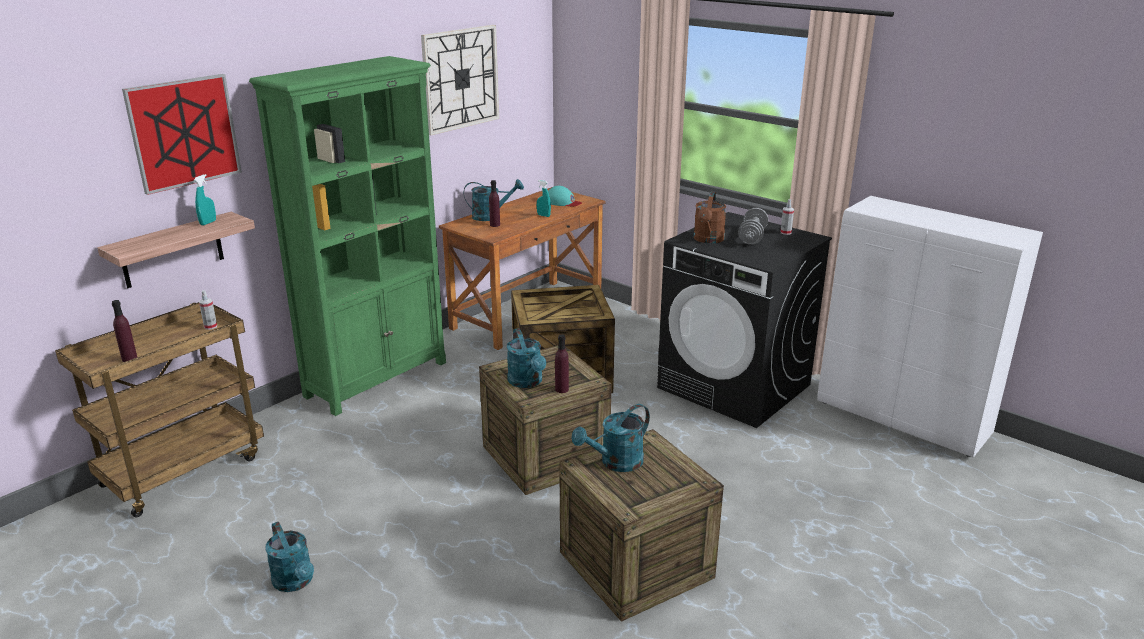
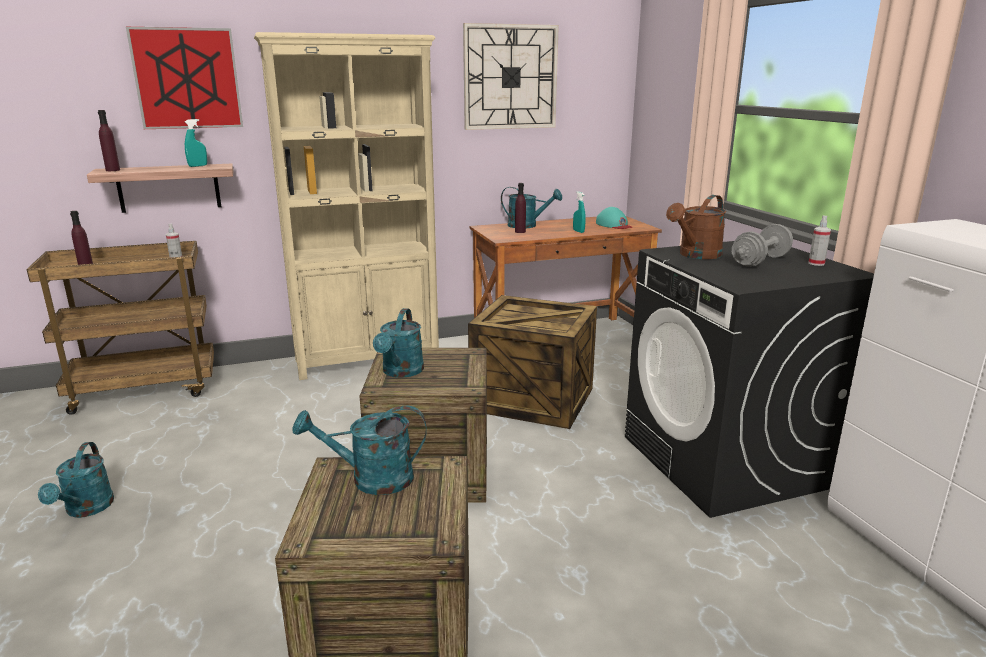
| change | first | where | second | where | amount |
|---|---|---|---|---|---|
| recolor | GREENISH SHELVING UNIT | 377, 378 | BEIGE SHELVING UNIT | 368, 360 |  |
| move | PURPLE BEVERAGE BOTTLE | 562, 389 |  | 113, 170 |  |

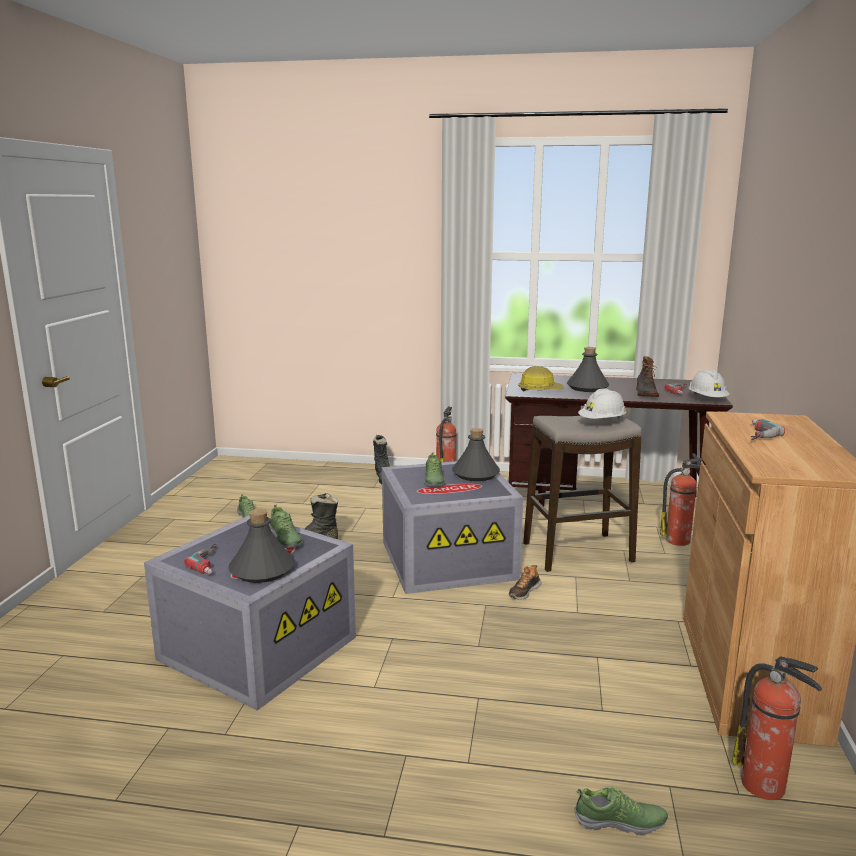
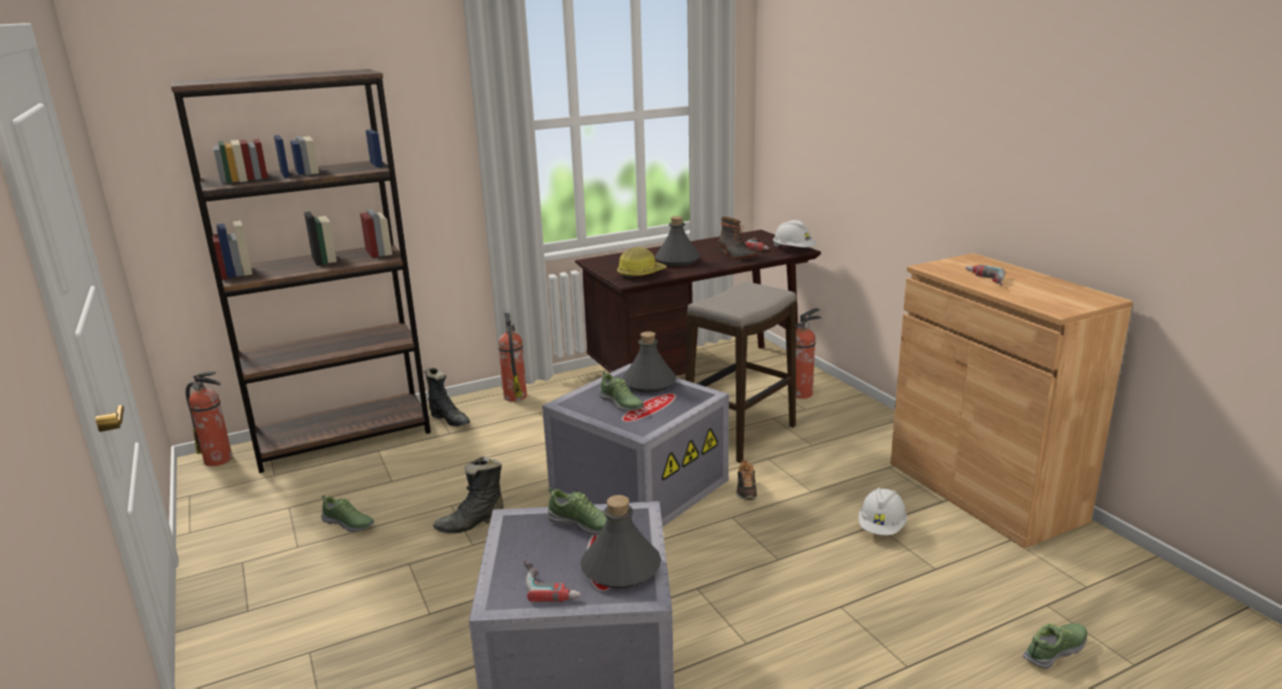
| change | first | where | second | where | amount |
|---|---|---|---|---|---|
| move | WHITE-COLOURED SAFETY HELMET | 602, 422 |  | 881, 527 |  |
| move | EXTINGUISHER | 765, 786 |  | 219, 460 |  |
| insert |  |  | BROWNISH SHELVING UNIT | 343, 438 |  |

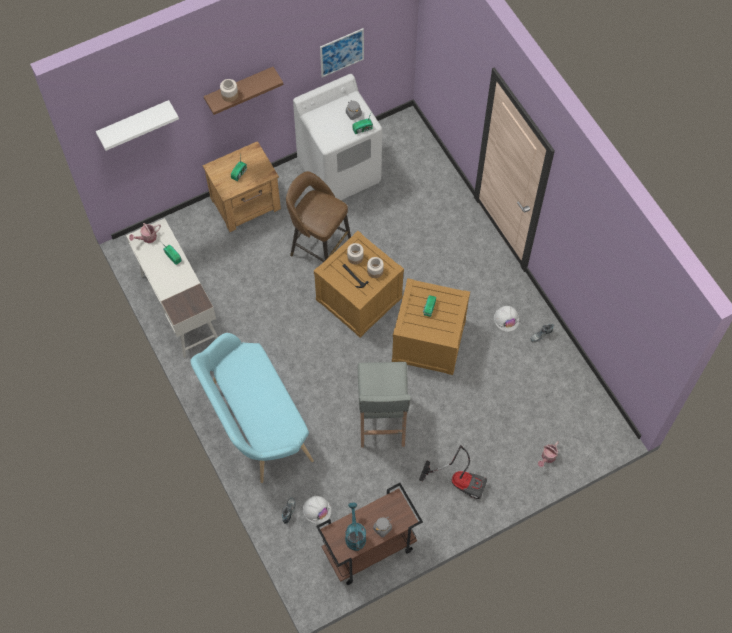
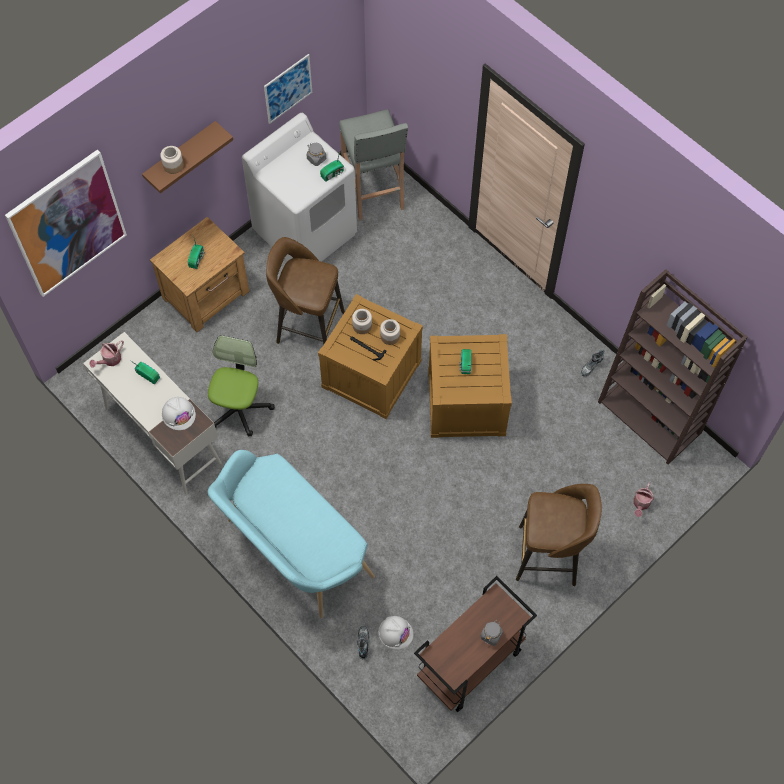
| change | first | where | second | where | amount |
|---|---|---|---|---|---|
| replace | WHITE-COLOURED WALL SHELF | 134, 123 | WALL PICTURE | 67, 224 |  |
| move | WHITE-COLOURED SAFETY HELMET | 506, 319 |  | 178, 414 |  |
| move | GRAY STOOL | 382, 422 |  | 374, 192 |  |
| replace | HOOVER | 459, 480 | BROWNISH STOOL | 550, 556 |  |
| delete | TURQUOISE-COLOURED WATERING POT | 355, 535 |  |  |  |
| insert |  |  | BROWNISH SHELVING UNIT | 650, 417 |  |
| insert |  |  | COMPUTER CHAIR | 239, 408 |  |

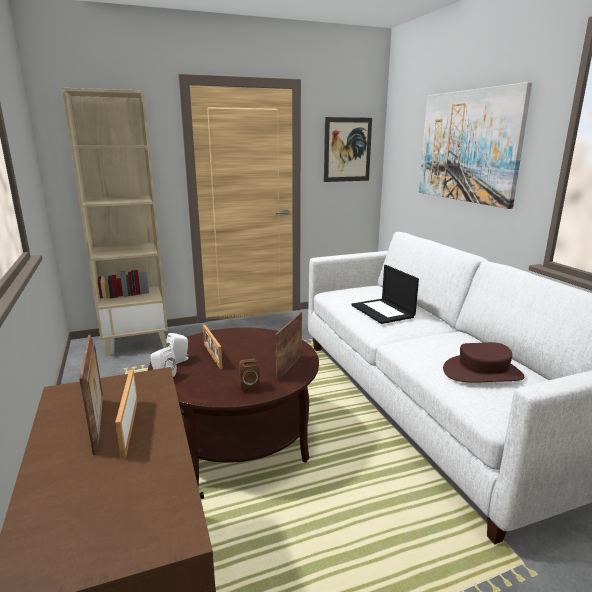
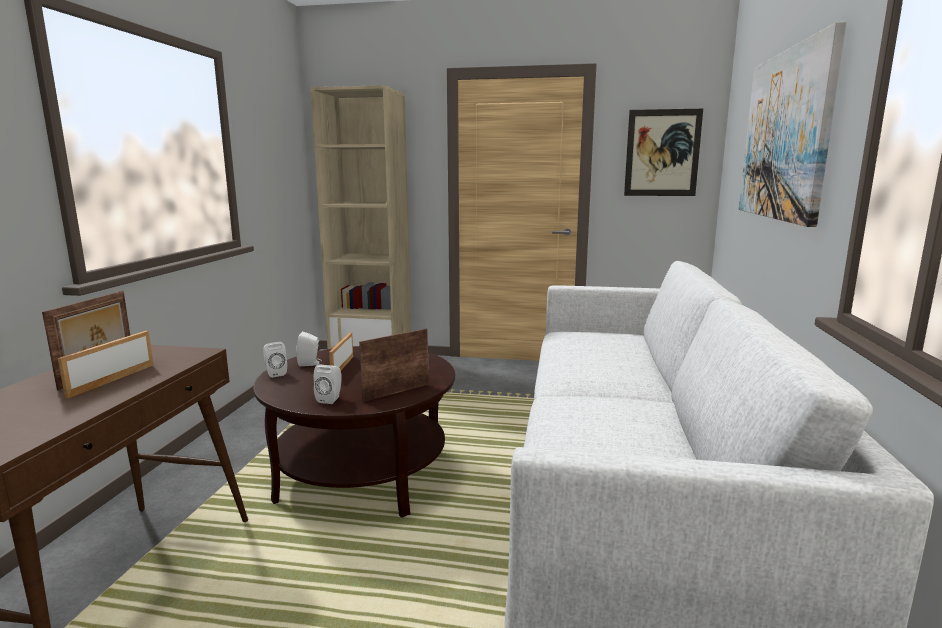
| change | first | where | second | where | amount |
|---|---|---|---|---|---|
| delete | PORTABLE COMPUTER | 383, 311 |  |  |  |
| delete | BROWNISH HAT | 482, 373 |  |  |  |
| recolor | BROWNISH LOUDSPEAKER | 248, 386 | WHITE-COLOURED LOUDSPEAKER | 330, 399 |  |

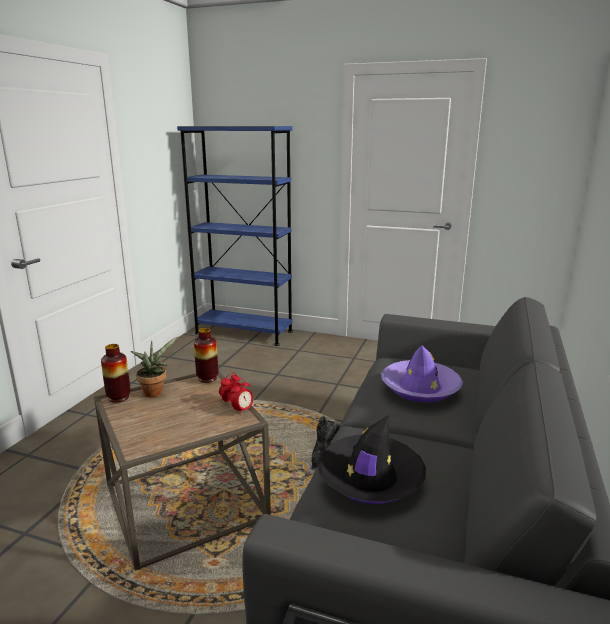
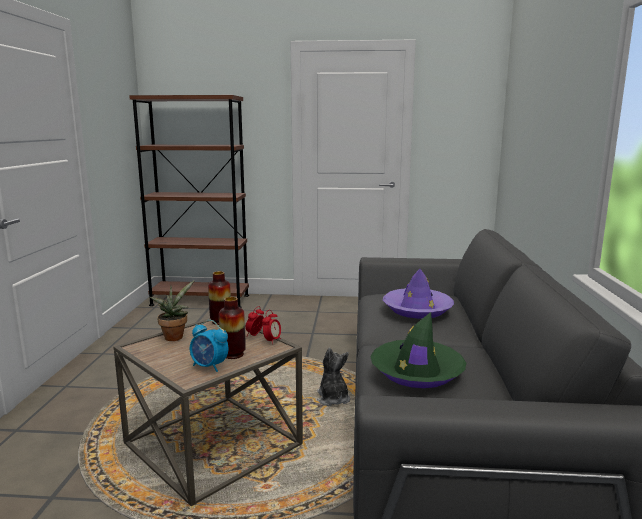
| change | first | where | second | where | amount |
|---|---|---|---|---|---|
| recolor | BLUE SHELVING UNIT | 243, 332 | BROWNISH SHELVING UNIT | 200, 300 |  |
| move | VASE | 118, 397 |  | 233, 354 |  |
| recolor | BLACKISH HAT | 370, 478 | GREENISH HAT | 417, 372 |  |
| insert |  |  | ALARM CLOCK | 209, 366 |  |

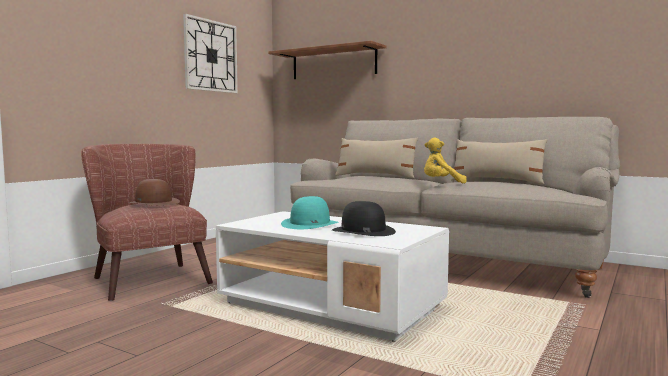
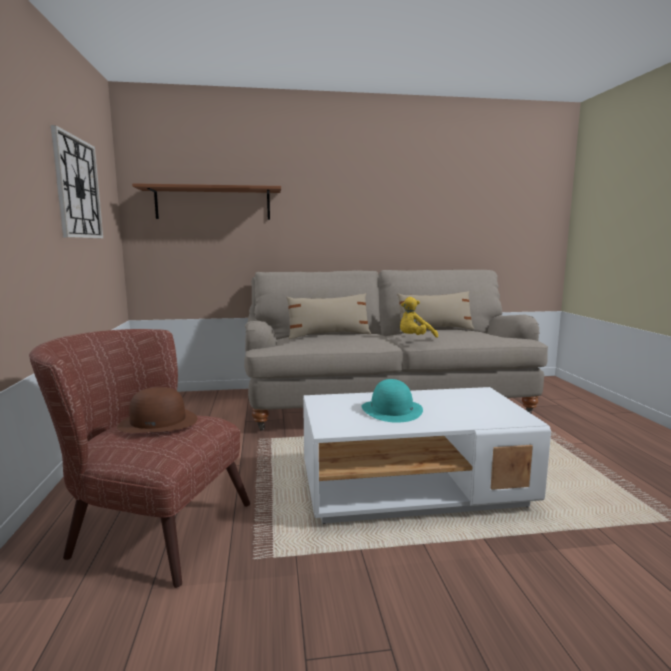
| change | first | where | second | where | amount |
|---|---|---|---|---|---|
| delete | BLACKISH HAT | 363, 231 |  |  |  |

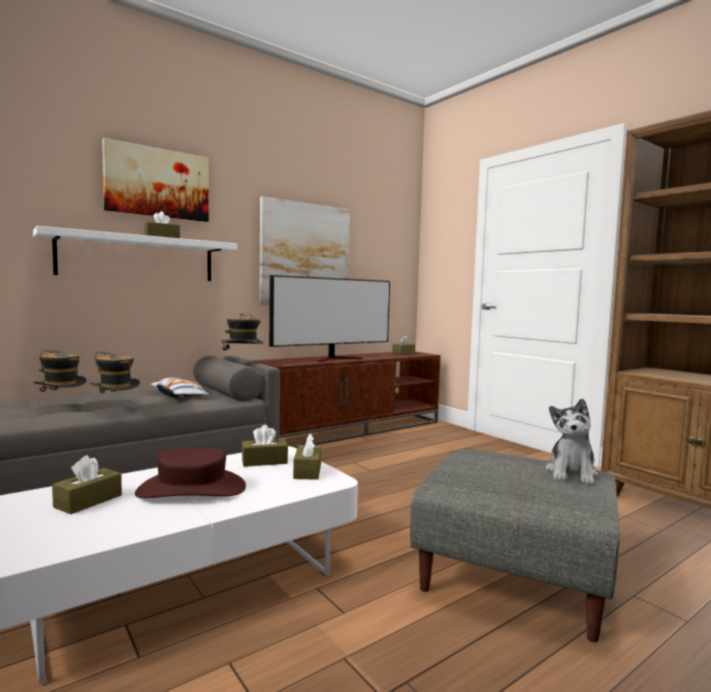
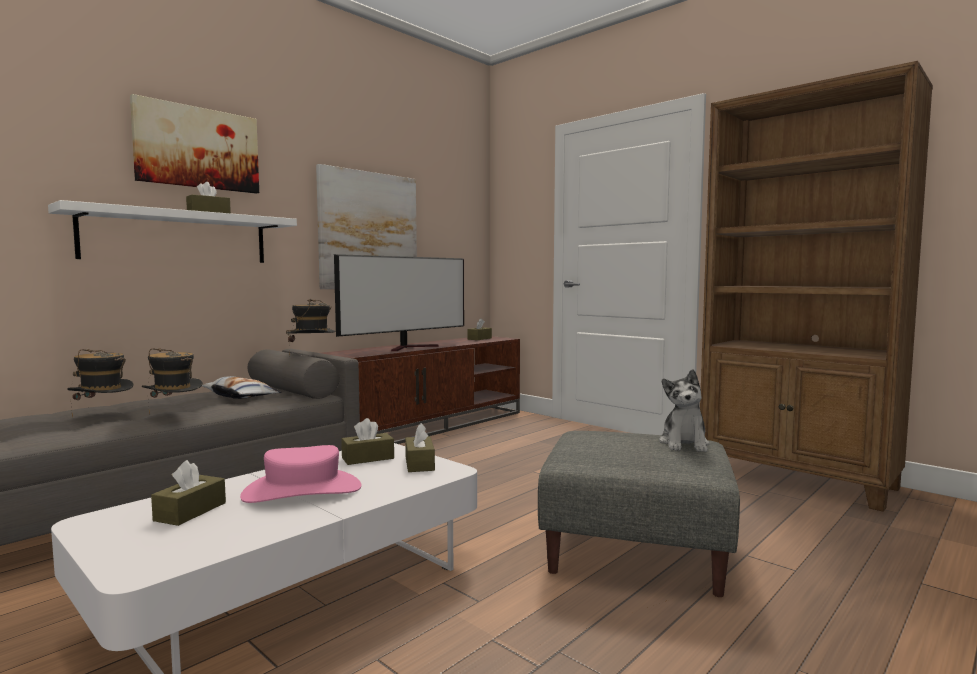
| change | first | where | second | where | amount |
|---|---|---|---|---|---|
| recolor | BROWNISH HAT | 192, 489 | PINK HAT | 302, 490 |  |

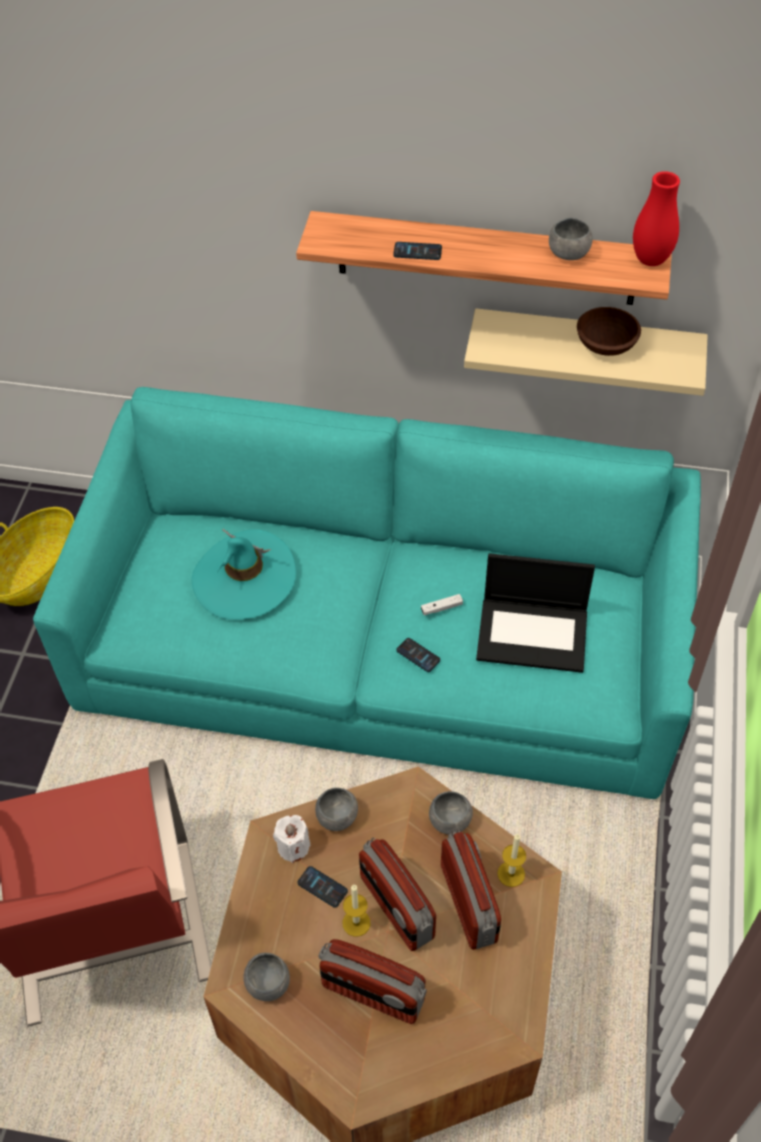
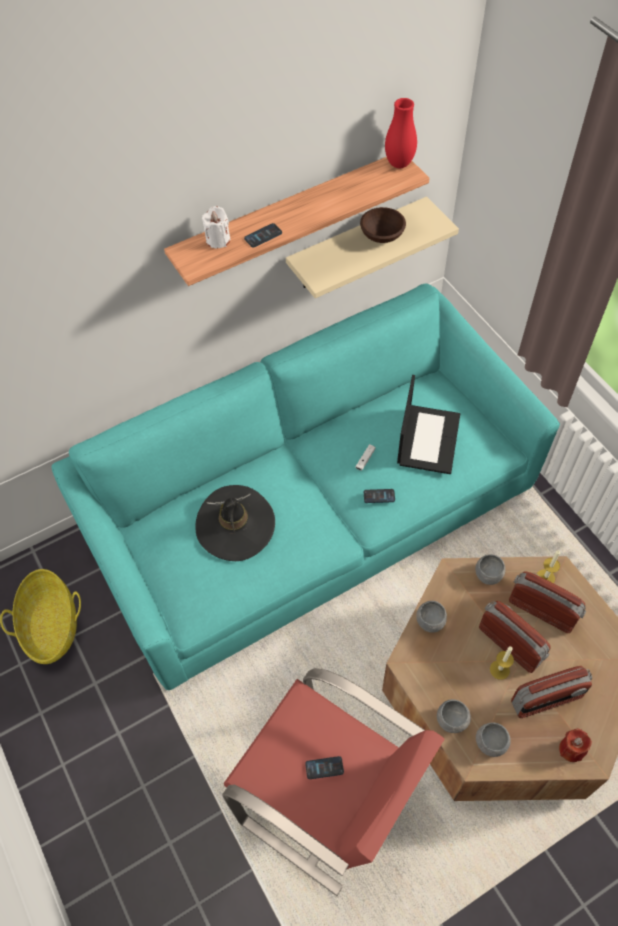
| change | first | where | second | where | amount |
|---|---|---|---|---|---|
| move | GRAY DEEP DISH | 568, 253 |  | 451, 720 |  |
| recolor | TURQUOISE-COLOURED HAT | 244, 579 | BLACKISH HAT | 235, 525 |  |
| rotate | PORTABLE COMPUTER | 533, 634 |  | 428, 438 | 45 degrees counterclockwise |
| move | WHITE-COLOURED WAX LIGHT | 293, 847 |  | 218, 240 |  |
| rotate | RADIO SET | 396, 907 |  | 510, 644 | 150 degrees counterclockwise |
| move | HANDSET | 322, 887 |  | 324, 768 |  |
| insert |  |  | RED WAX LIGHT | 571, 749 |  |

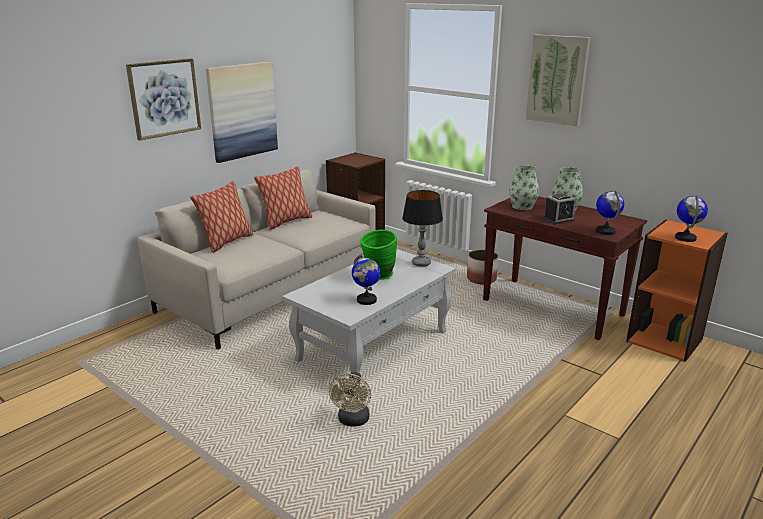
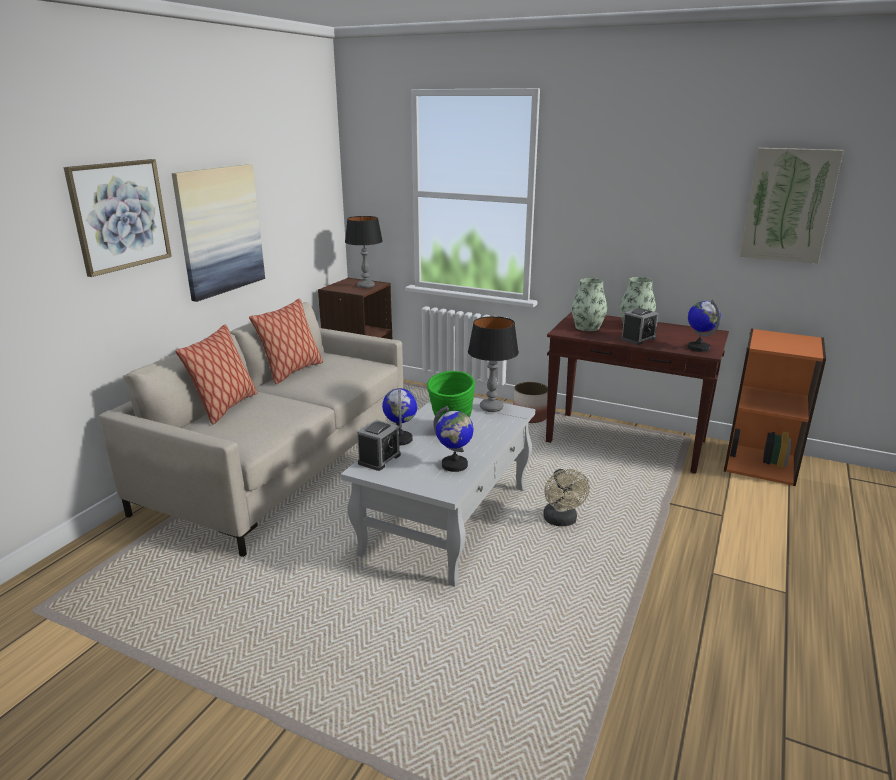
| change | first | where | second | where | amount |
|---|---|---|---|---|---|
| move | WALL PICTURE | 557, 80 |  | 788, 205 |  |
| move | GLOBE | 685, 238 |  | 400, 439 |  |
| move | BEIGE COOLING FAN | 353, 421 |  | 561, 521 |  |
| insert |  |  | TABLETOP LAMP | 366, 286 |  |
| insert |  |  | ALARM CLOCK | 379, 459 |  |

